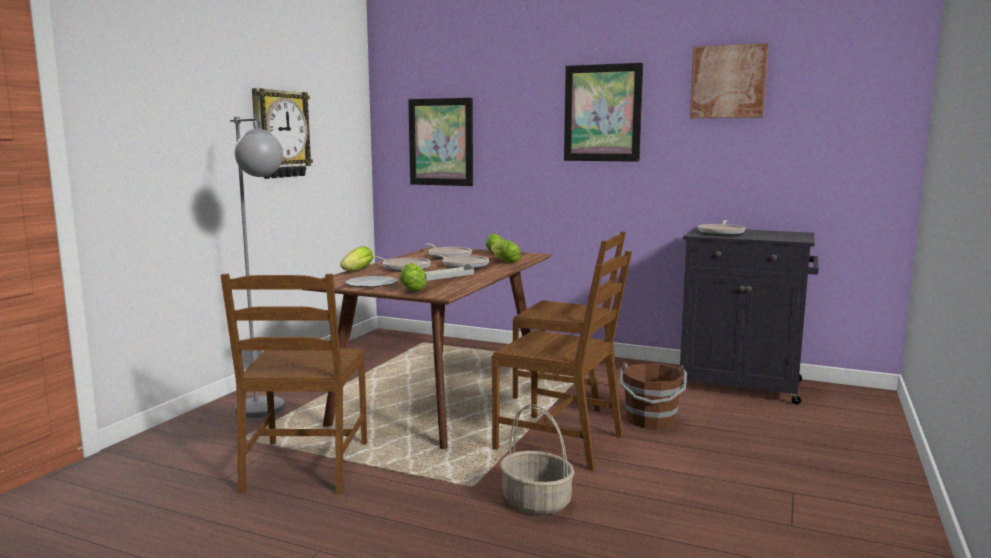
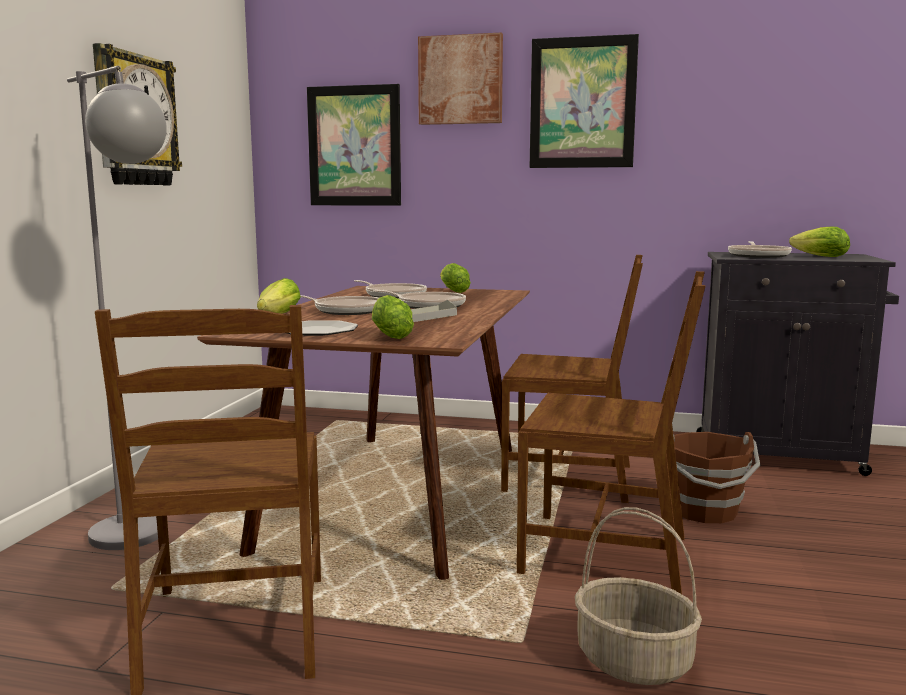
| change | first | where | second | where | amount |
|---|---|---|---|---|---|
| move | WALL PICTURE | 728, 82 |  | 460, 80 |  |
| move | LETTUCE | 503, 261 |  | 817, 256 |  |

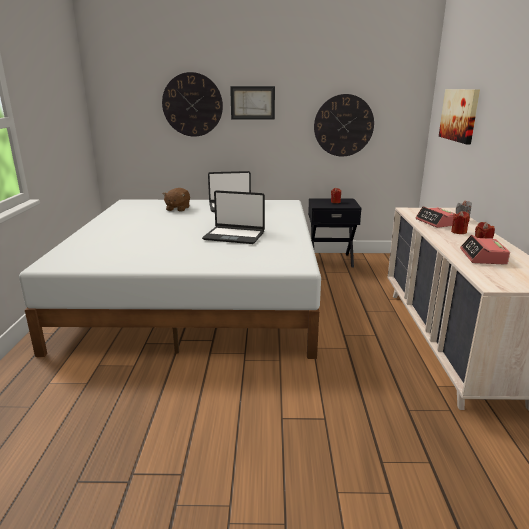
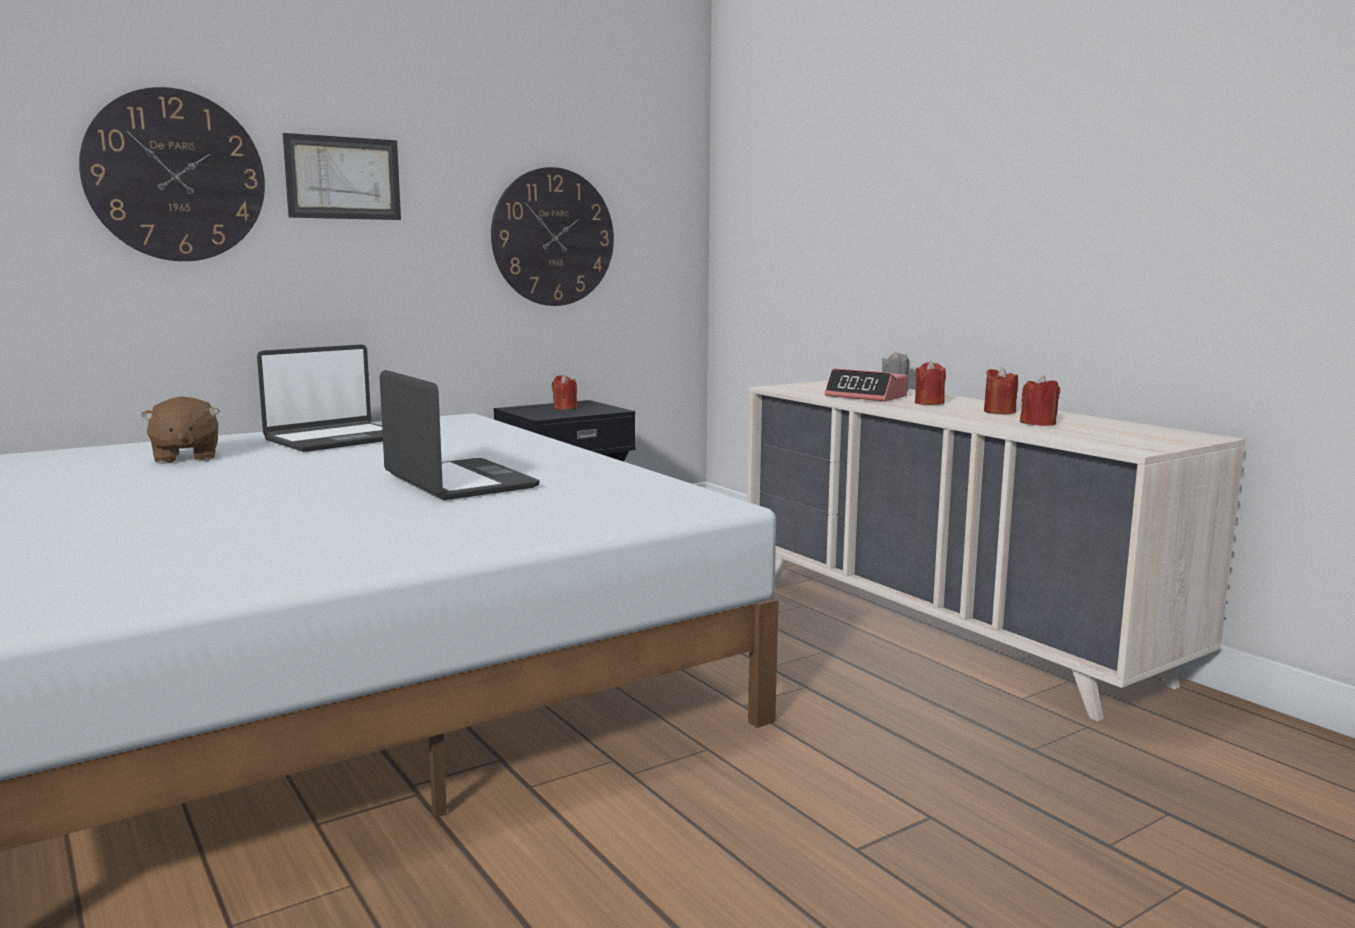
| change | first | where | second | where | amount |
|---|---|---|---|---|---|
| delete | WALL PICTURE | 459, 115 |  |  |  |
| rotate | PORTABLE COMPUTER | 234, 236 |  | 458, 482 | 105 degrees counterclockwise |
| replace | ALARM CLOCK | 483, 257 | RED WAX LIGHT | 1038, 423 |  |

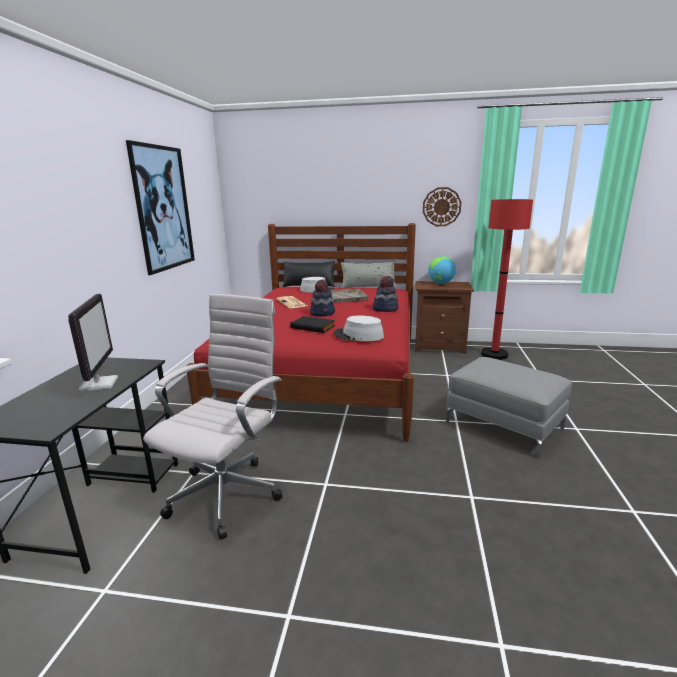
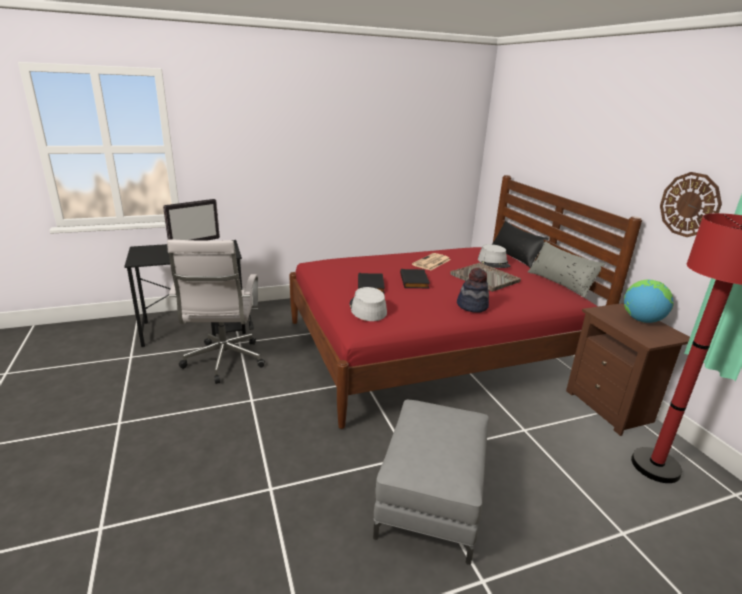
| change | first | where | second | where | amount |
|---|---|---|---|---|---|
| delete | WALL PICTURE | 163, 208 |  |  |  |
| replace | HAT | 323, 313 | BLACKISH BOUND BOOK | 415, 281 |  |
| rotate | WHITE-COLOURED COMPUTER CHAIR | 228, 492 |  | 224, 363 | 90 degrees clockwise |

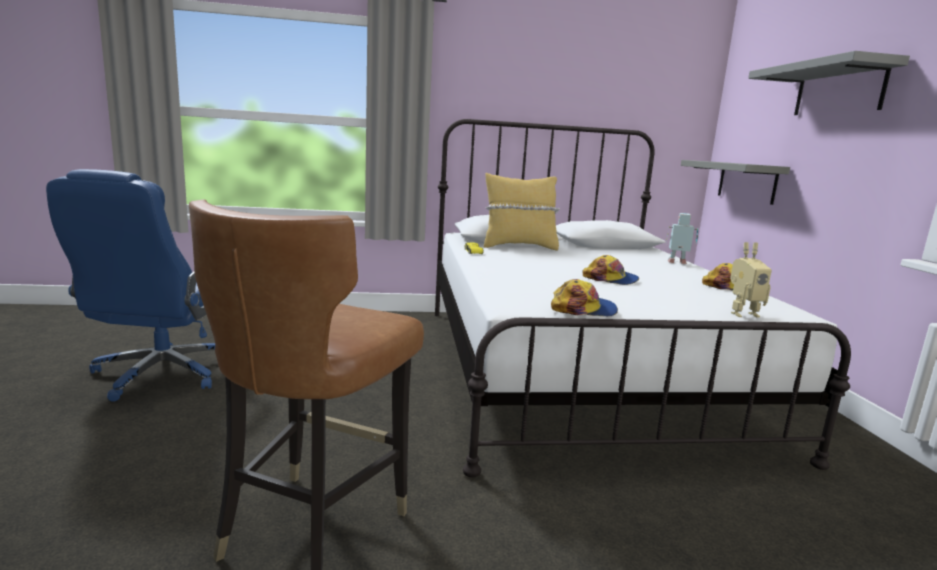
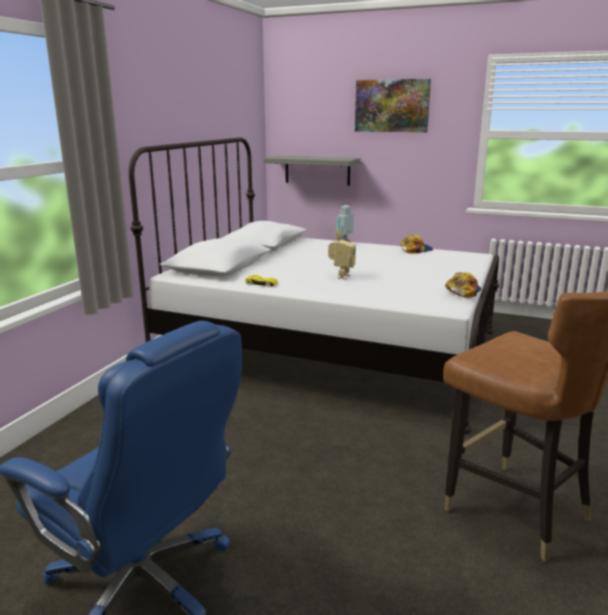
| change | first | where | second | where | amount |
|---|---|---|---|---|---|
| replace | GRAY WALL SHELF | 839, 89 | WALL PICTURE | 392, 106 |  |
| delete | YELLOW PILLOW | 518, 247 |  |  |  |
| move | TOY ROBOT | 742, 313 |  | 341, 277 |  |
| delete | BASEBALL CAP | 611, 279 |  |  |  |

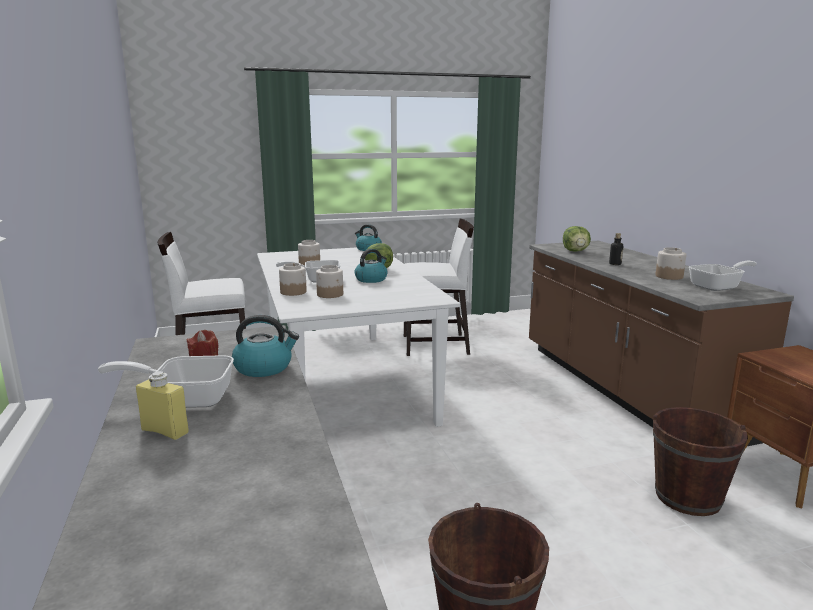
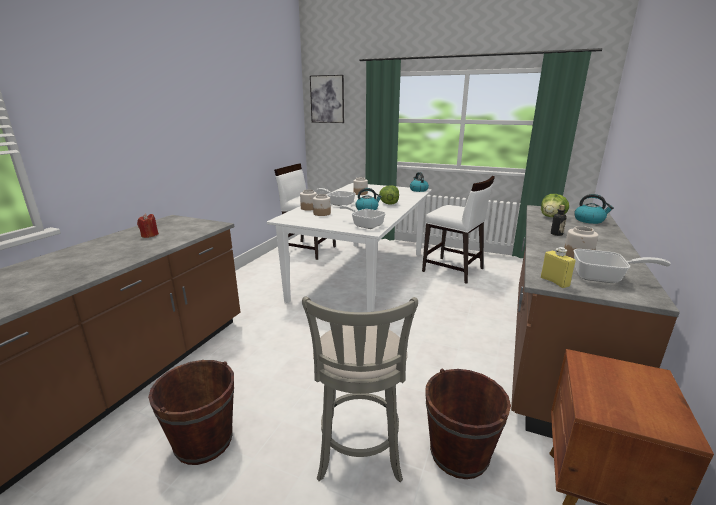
| change | first | where | second | where | amount |
|---|---|---|---|---|---|
| move | KETTLE | 264, 368 |  | 589, 220 |  |
| move | SKILLET | 185, 398 |  | 365, 225 |  |
| move | YELLOW BEVERAGE BOTTLE | 165, 431 |  | 554, 282 |  |
| insert |  |  | WALL PICTURE | 327, 99 |  |
| insert |  |  | GRAY STOOL | 359, 455 |  |

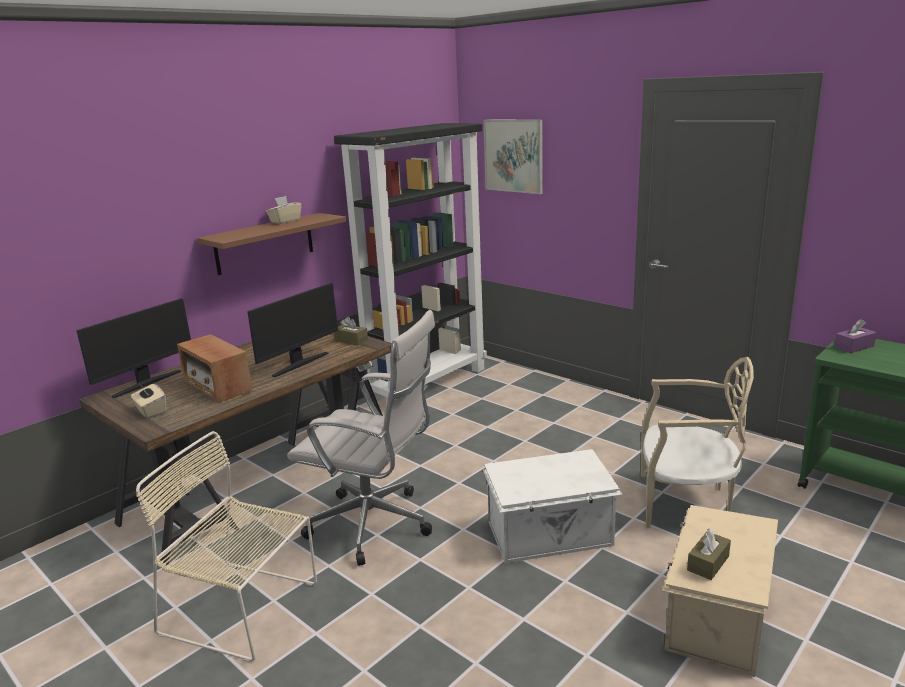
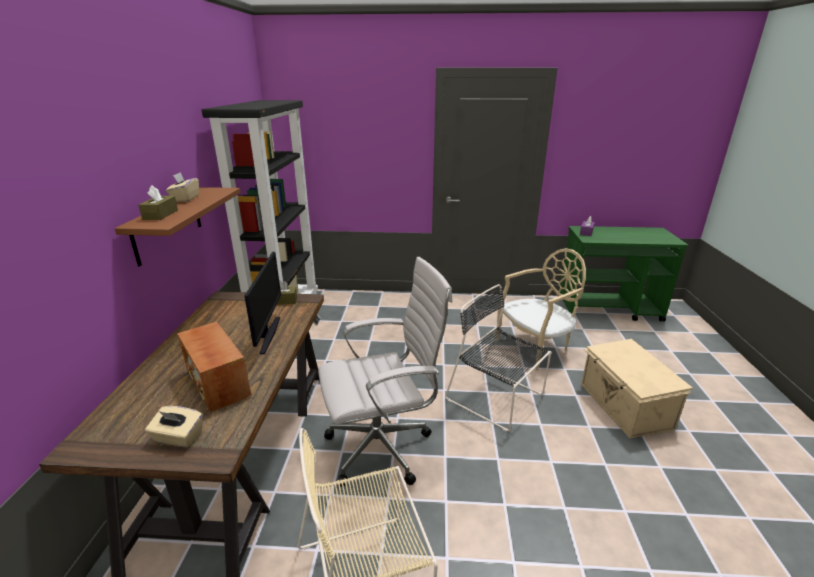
| change | first | where | second | where | amount |
|---|---|---|---|---|---|
| delete | WALL PICTURE | 513, 156 |  |  |  |
| delete | COMPUTER SCREEN | 146, 383 |  |  |  |
| rotate | RADIO SET | 217, 387 |  | 217, 383 | 45 degrees clockwise |
| replace | WHITE-COLOURED STORAGE BOX | 550, 534 | BLACKISH CHAIR | 497, 398 |  |
| move | BROWNISH TISSUE BOX | 708, 563 |  | 160, 215 |  |

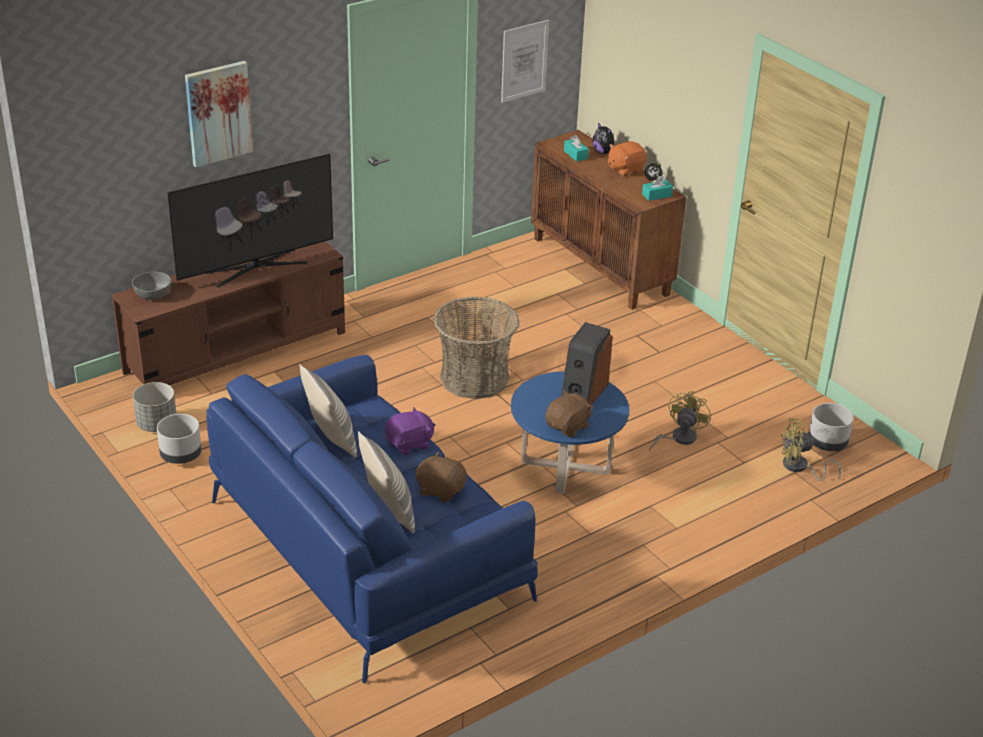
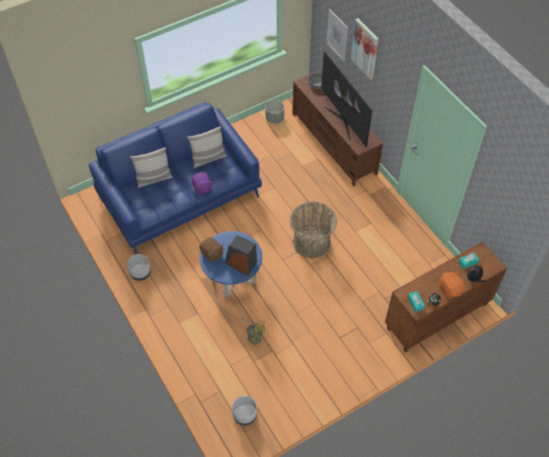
| change | first | where | second | where | amount |
|---|---|---|---|---|---|
| move | WALL PICTURE | 524, 61 |  | 337, 35 |  |
| move | GRAY PLANTER | 180, 456 |  | 140, 273 |  |
| delete | YELLOW COOLING FAN | 799, 468 |  |  |  |
| delete | BROWNISH SOFT TOY | 440, 490 |  |  |  |

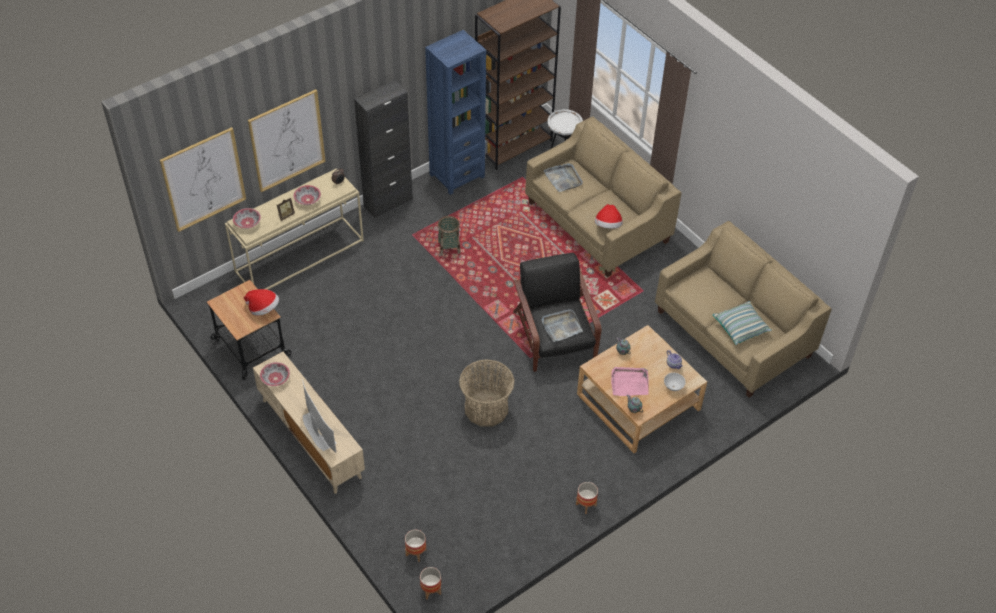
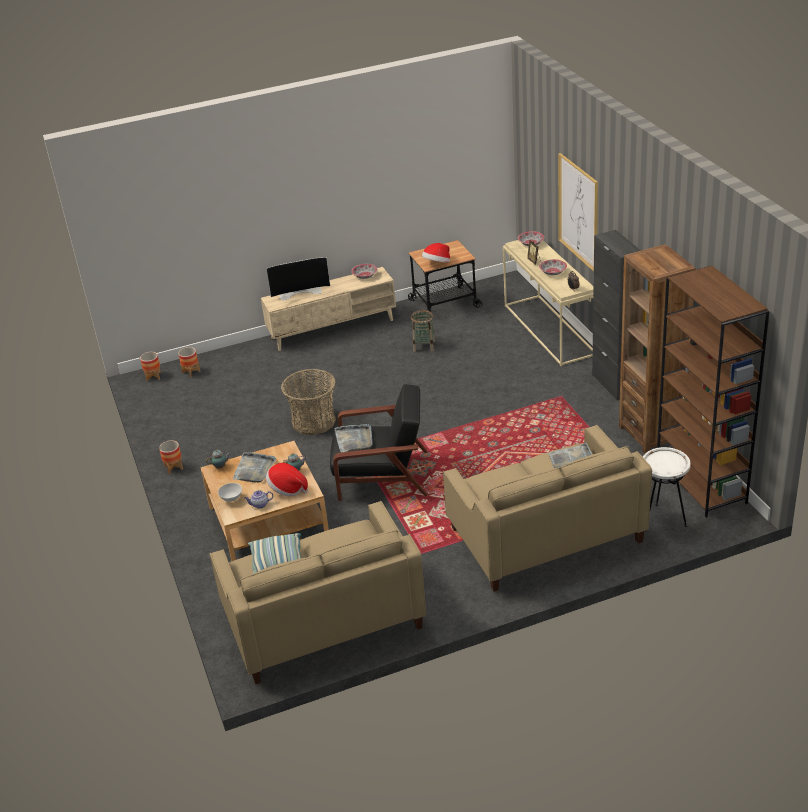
| change | first | where | second | where | amount |
|---|---|---|---|---|---|
| recolor | BLUE SHELVING UNIT | 457, 175 | BROWNISH SHELVING UNIT | 651, 434 |  |
| delete | WALL PICTURE | 203, 179 |  |  |  |
| move | HAT | 608, 226 |  | 287, 489 |  |
| move | BASKET | 449, 247 |  | 424, 346 |  |
| recolor | PINK CARRYING TRAY | 629, 383 | GRAY CARRYING TRAY | 254, 469 |  |

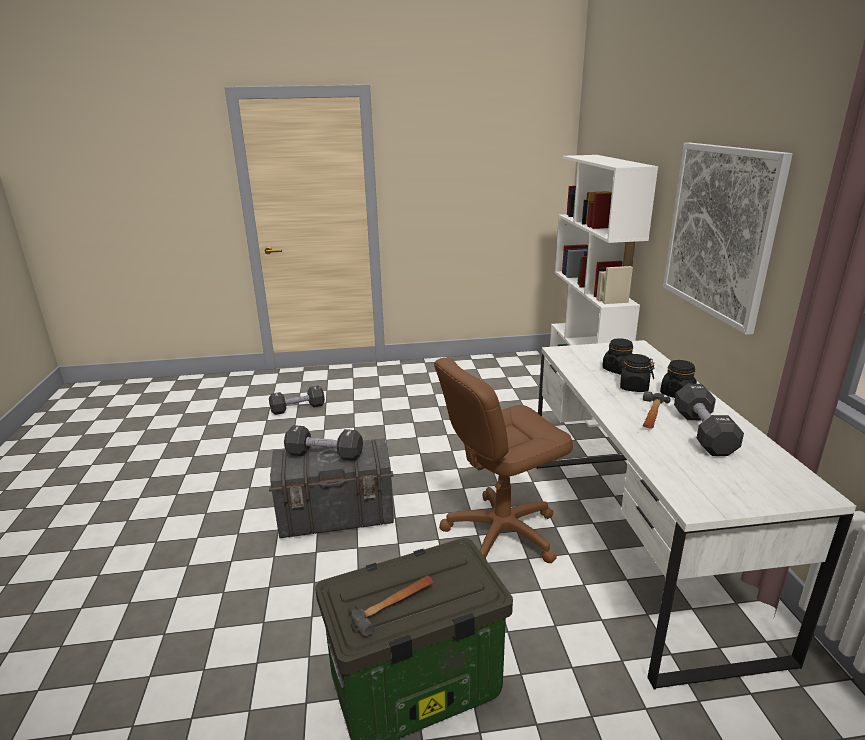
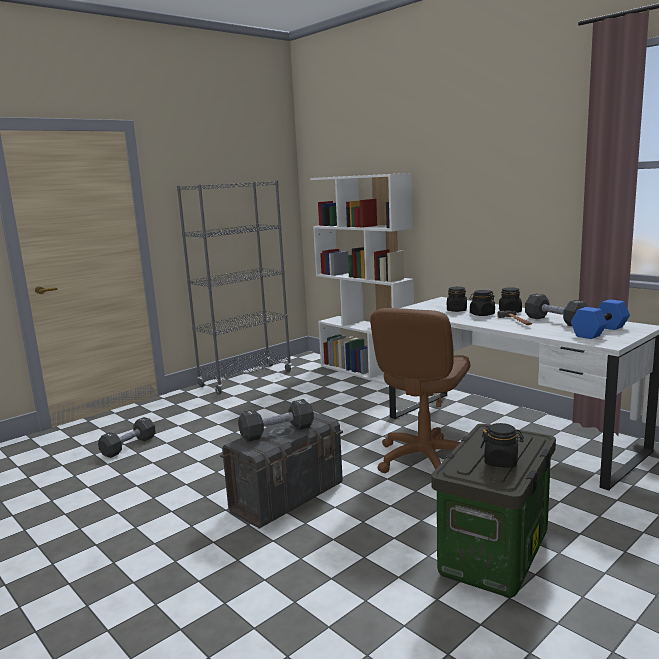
| change | first | where | second | where | amount |
|---|---|---|---|---|---|
| delete | WALL PICTURE | 720, 232 |  |  |  |
| replace | HAMMER | 394, 605 | BLACKISH STORAGE JAR | 501, 462 |  |
| insert |  |  | GRAY SHELVING UNIT | 246, 379 |  |
| insert |  |  | BLUE HAND WEIGHT | 599, 331 |  |

